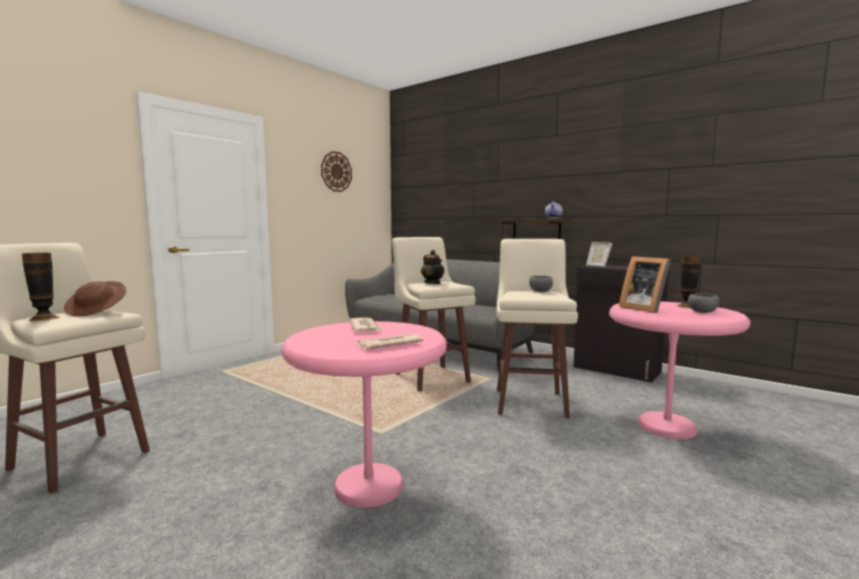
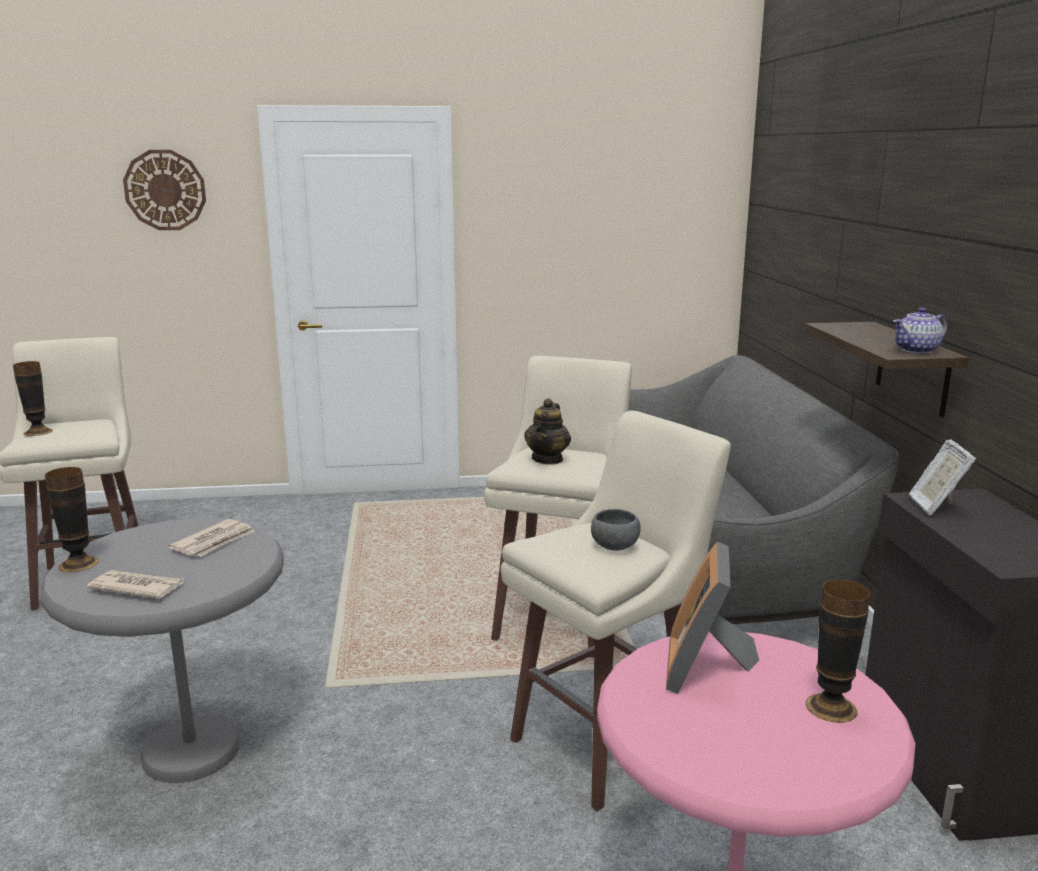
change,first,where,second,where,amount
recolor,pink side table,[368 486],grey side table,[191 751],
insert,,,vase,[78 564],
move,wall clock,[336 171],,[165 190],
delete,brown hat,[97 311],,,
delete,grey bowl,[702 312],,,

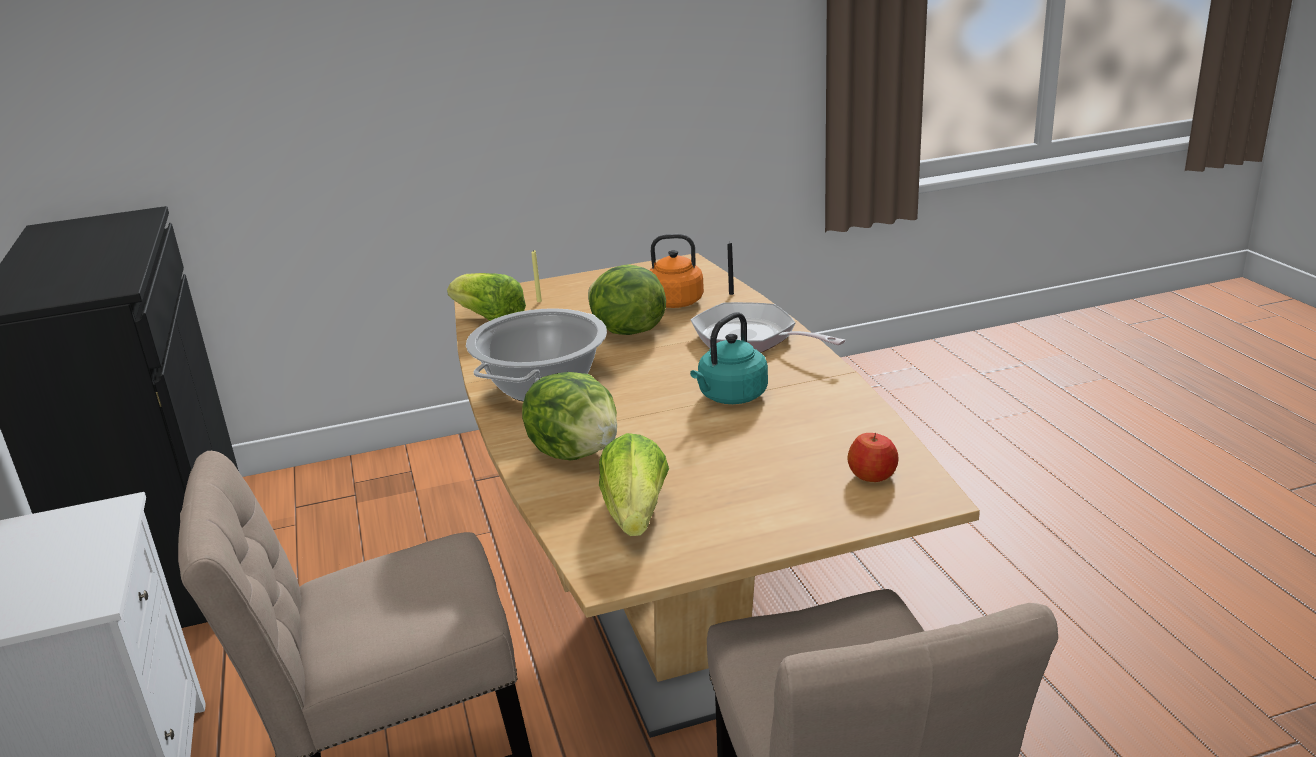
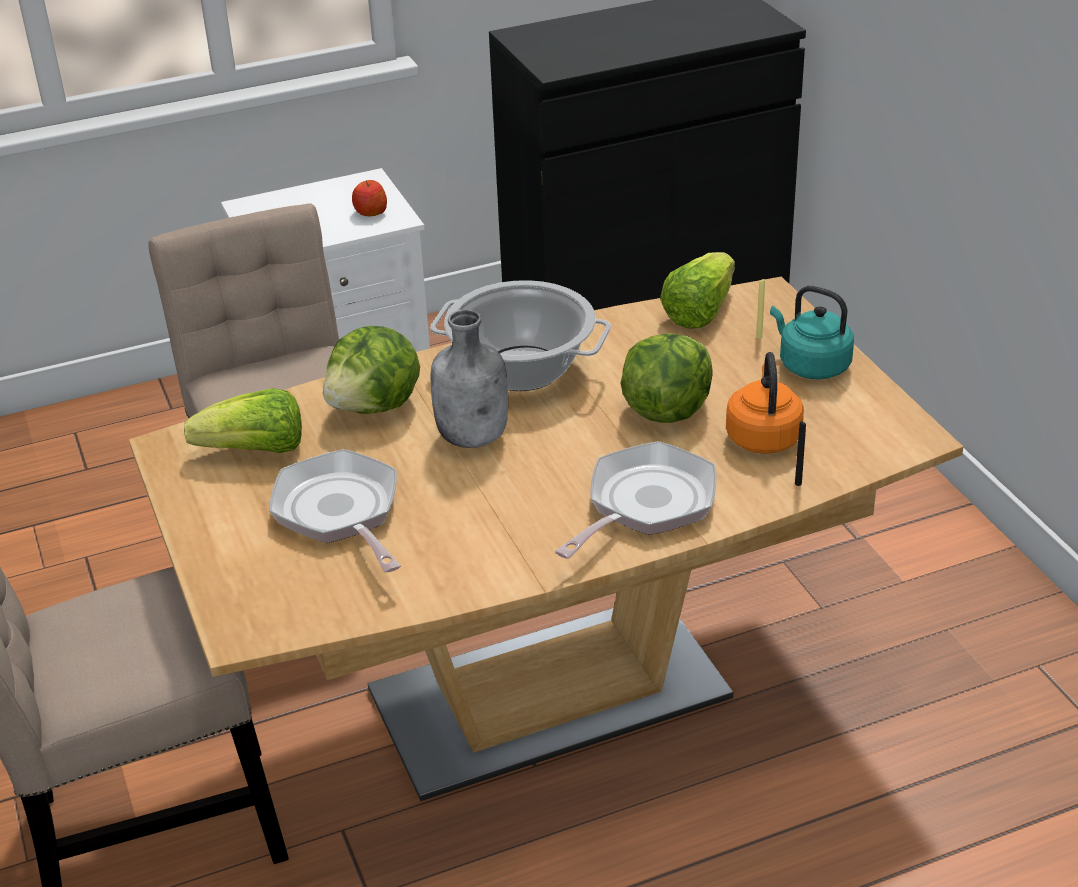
change,first,where,second,where,amount
insert,,,frying pan,[340 514],
move,apple,[873 475],,[370 212],
insert,,,grey bottle,[474 437],
move,turquoise kettle,[730 397],,[810 365],

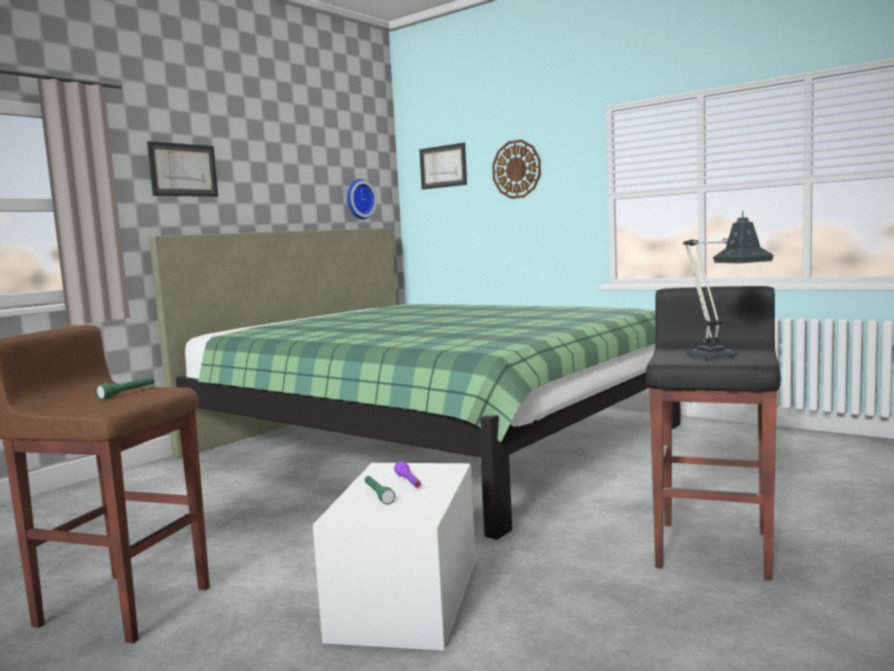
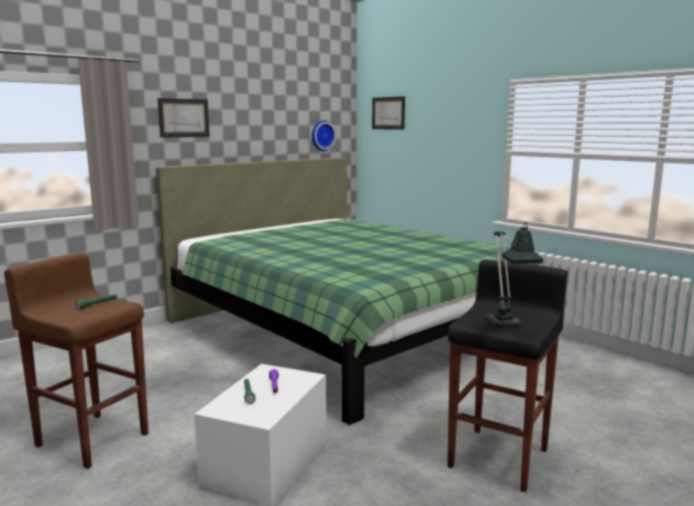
change,first,where,second,where,amount
delete,wall clock,[516 169],,,

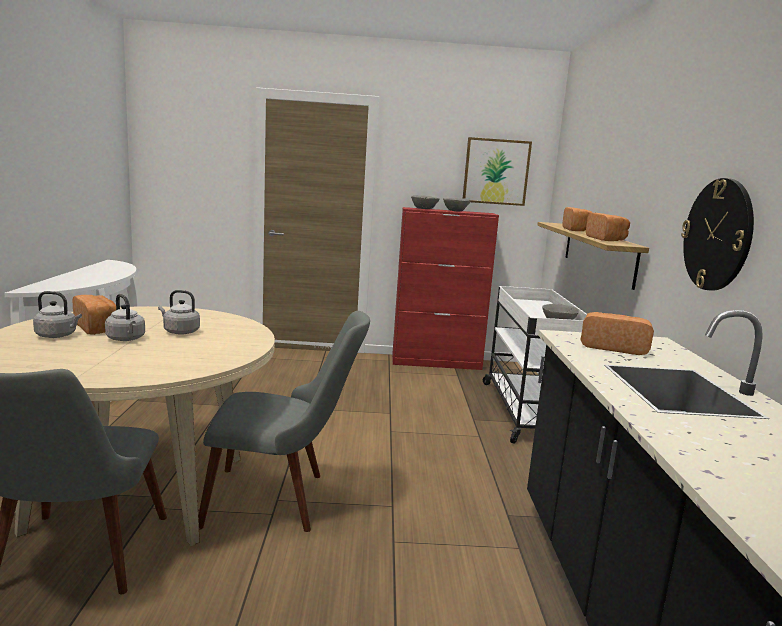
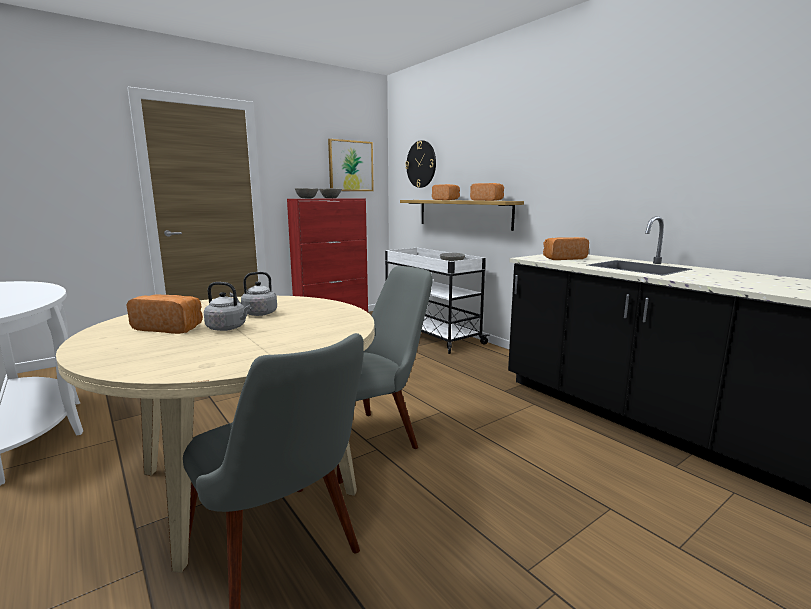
change,first,where,second,where,amount
move,wall clock,[717 235],,[421 164],
delete,grey kettle,[58 335],,,

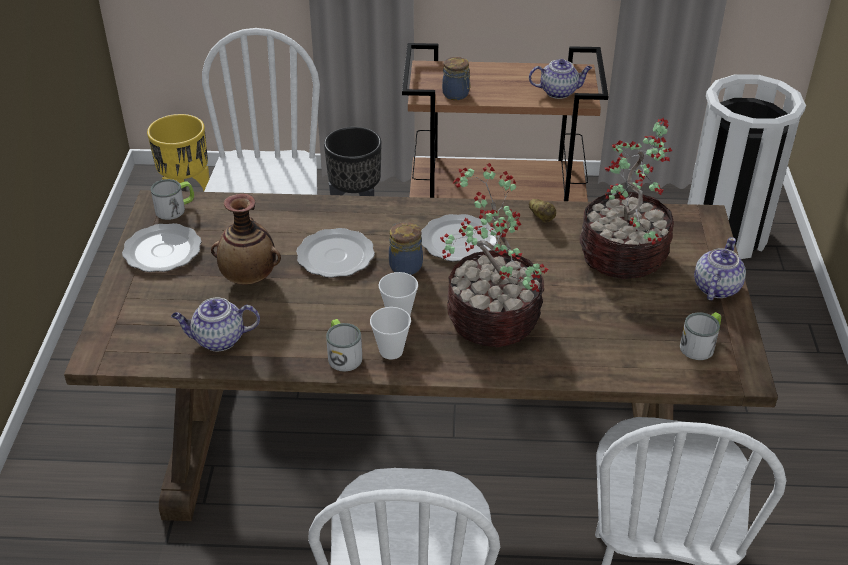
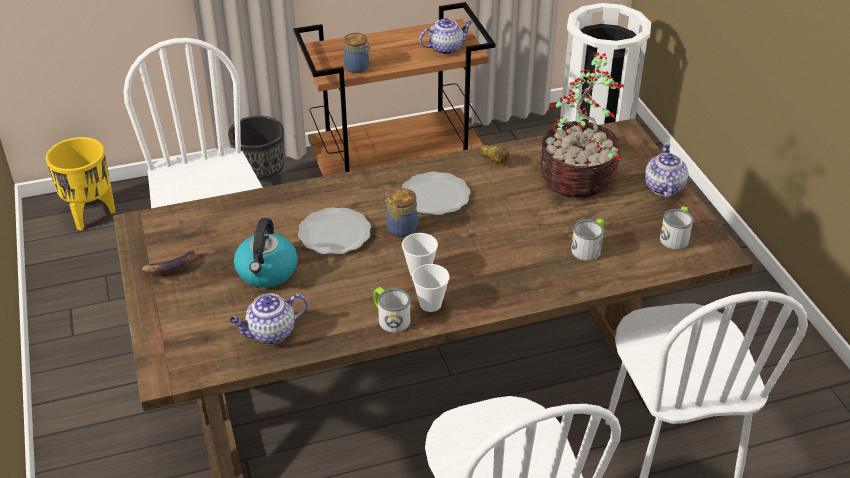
change,first,where,second,where,amount
replace,plate,[161 251],banana,[169 267],
replace,vase,[249 278],kettle,[267 271],
move,mug,[175 209],,[589 248],
delete,potted plant,[491 317],,,

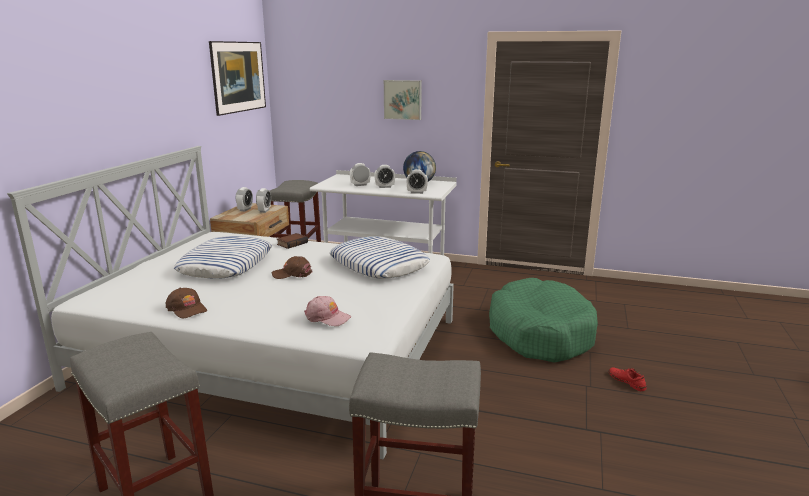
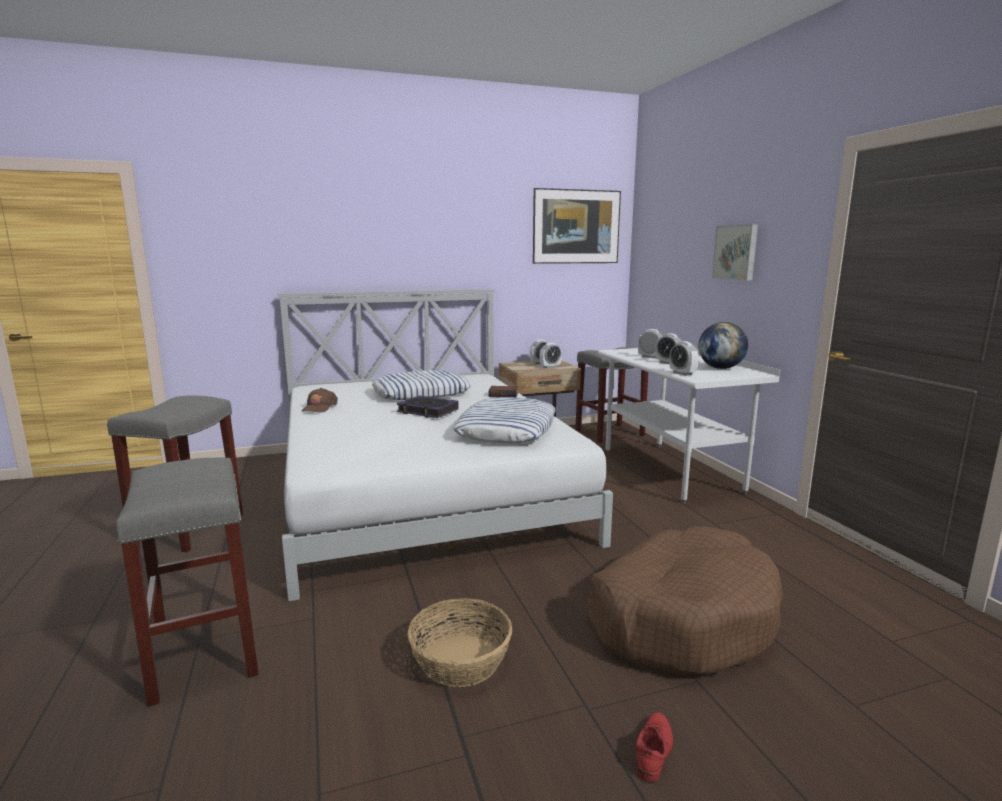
change,first,where,second,where,amount
replace,brown cap,[292 274],book,[428 411],
insert,,,basket,[461 660],
recolor,green dog bed,[540 333],brown dog bed,[681 617],
delete,pink cap,[327 317],,,

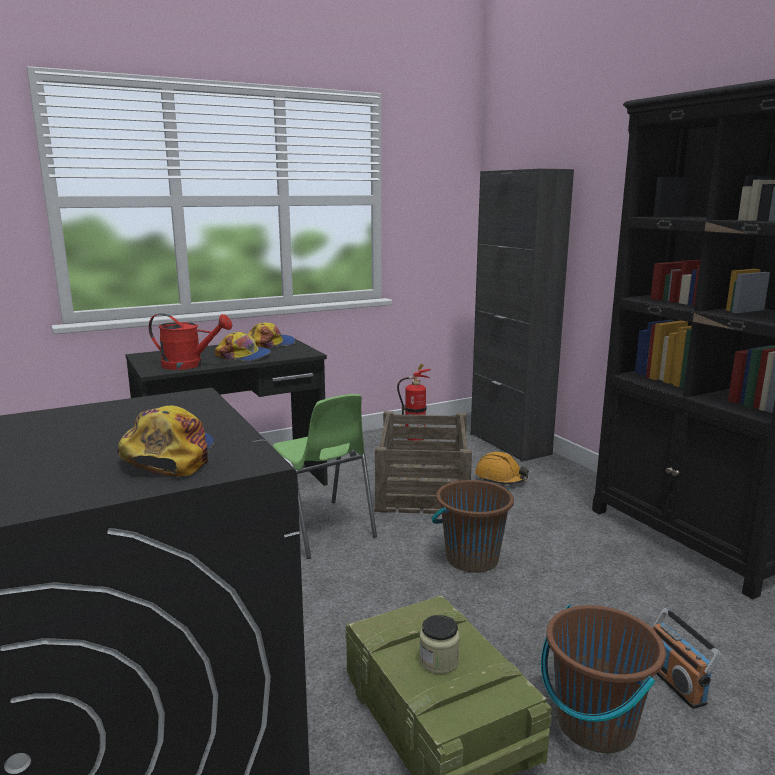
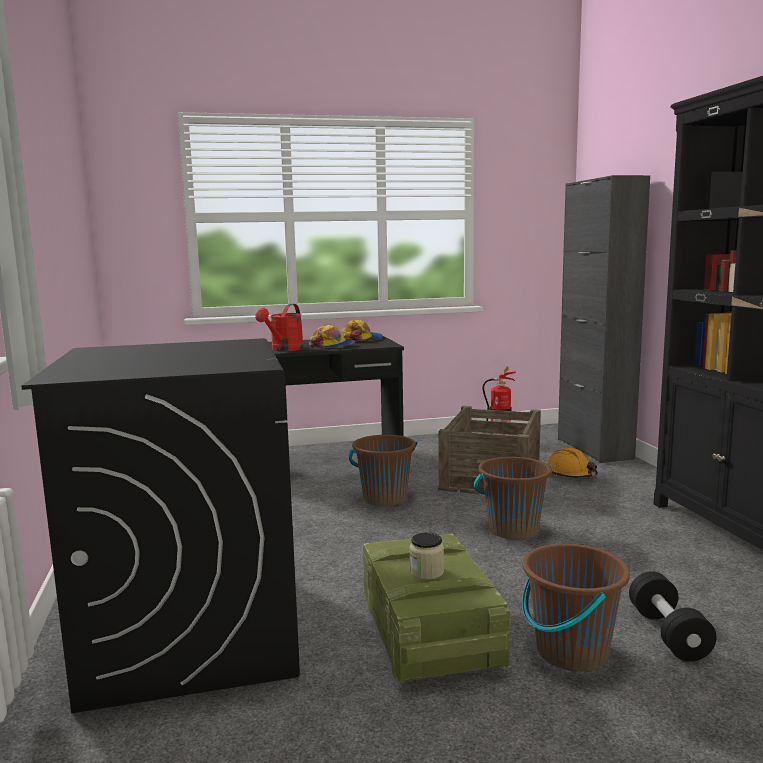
change,first,where,second,where,amount
rotate,red watering can,[189 365],,[284 350],90 degrees clockwise
replace,green chair,[321 529],brown bucket,[384 498],
replace,radio,[675 683],black dumbbell,[668 634],
delete,cap,[169 455],,,

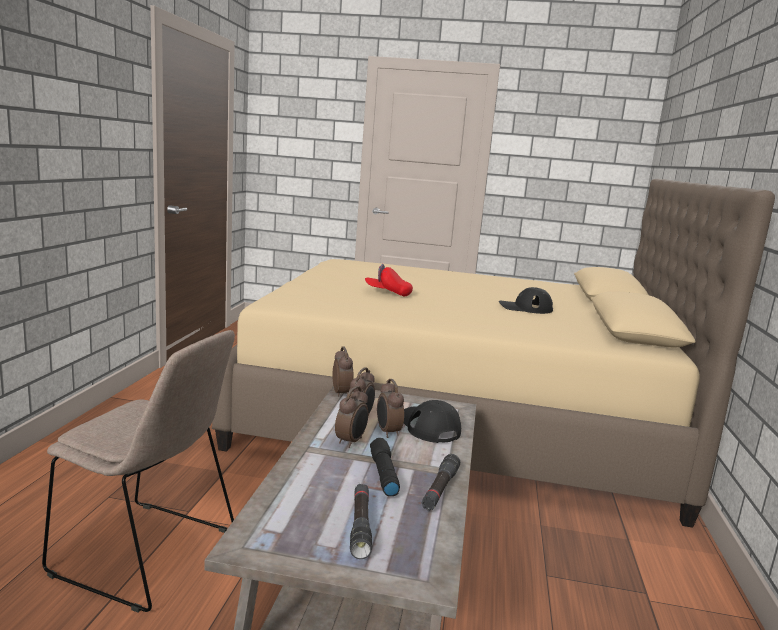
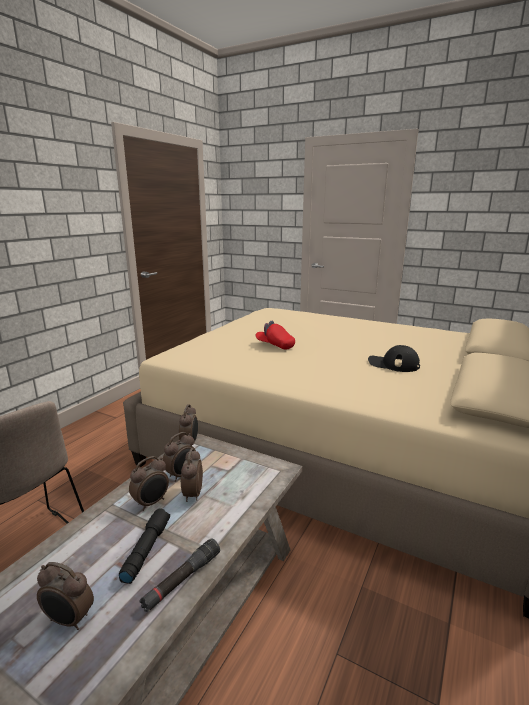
change,first,where,second,where,amount
replace,black flashlight,[360 526],alarm clock,[69 620],
delete,black cap,[428 426],,,

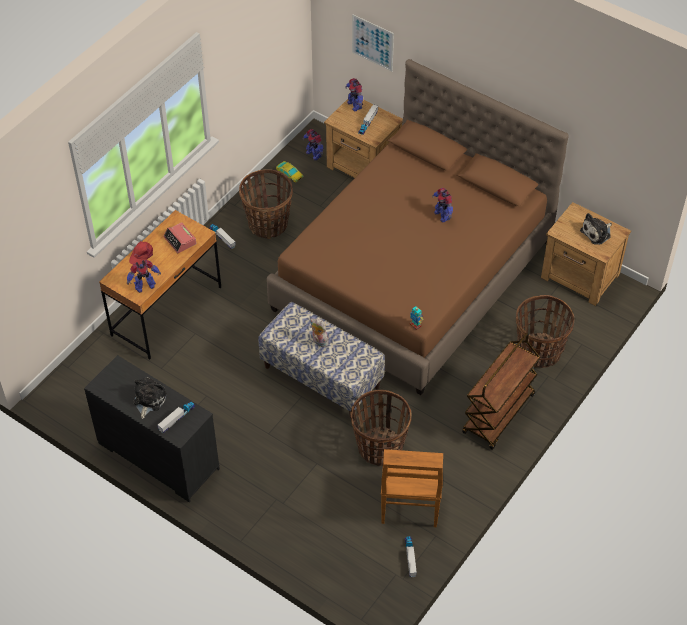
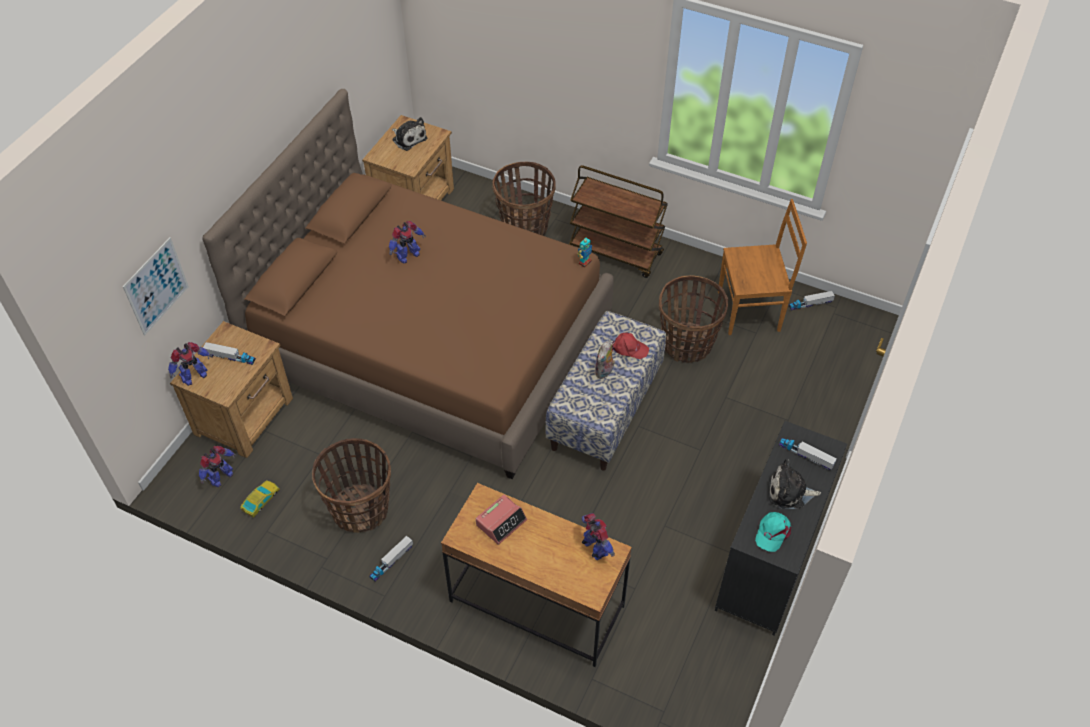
change,first,where,second,where,amount
move,red cap,[141 255],,[629 348],
insert,,,turquoise cap,[772 532],

